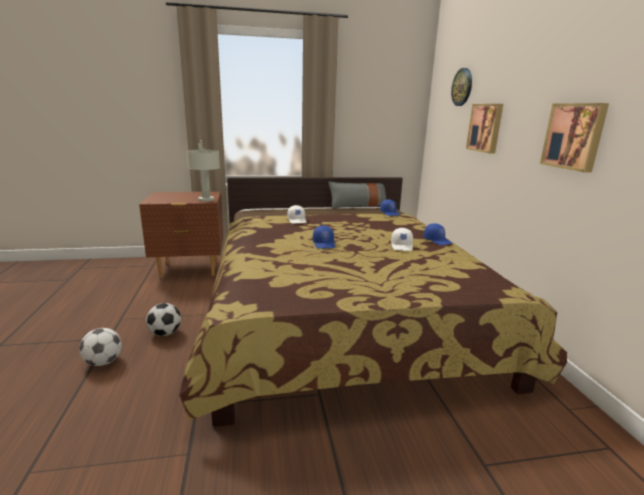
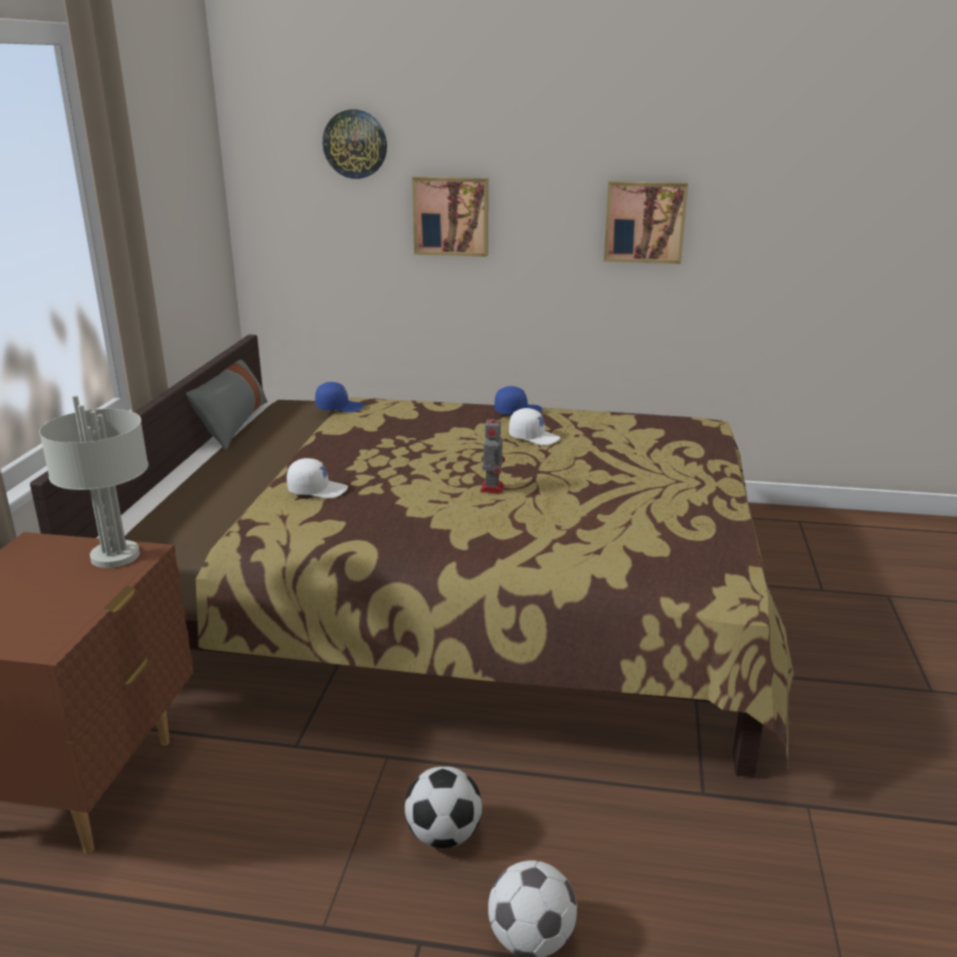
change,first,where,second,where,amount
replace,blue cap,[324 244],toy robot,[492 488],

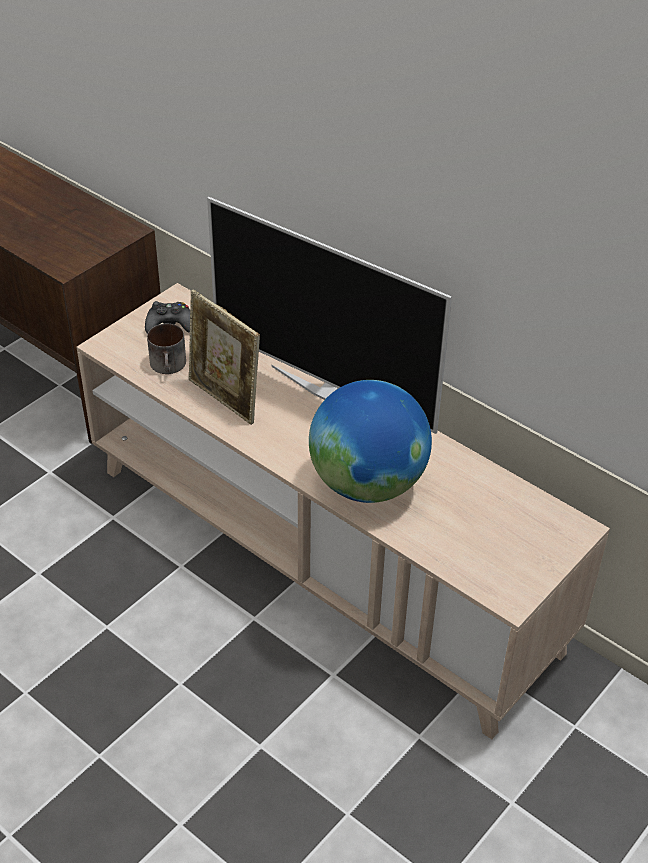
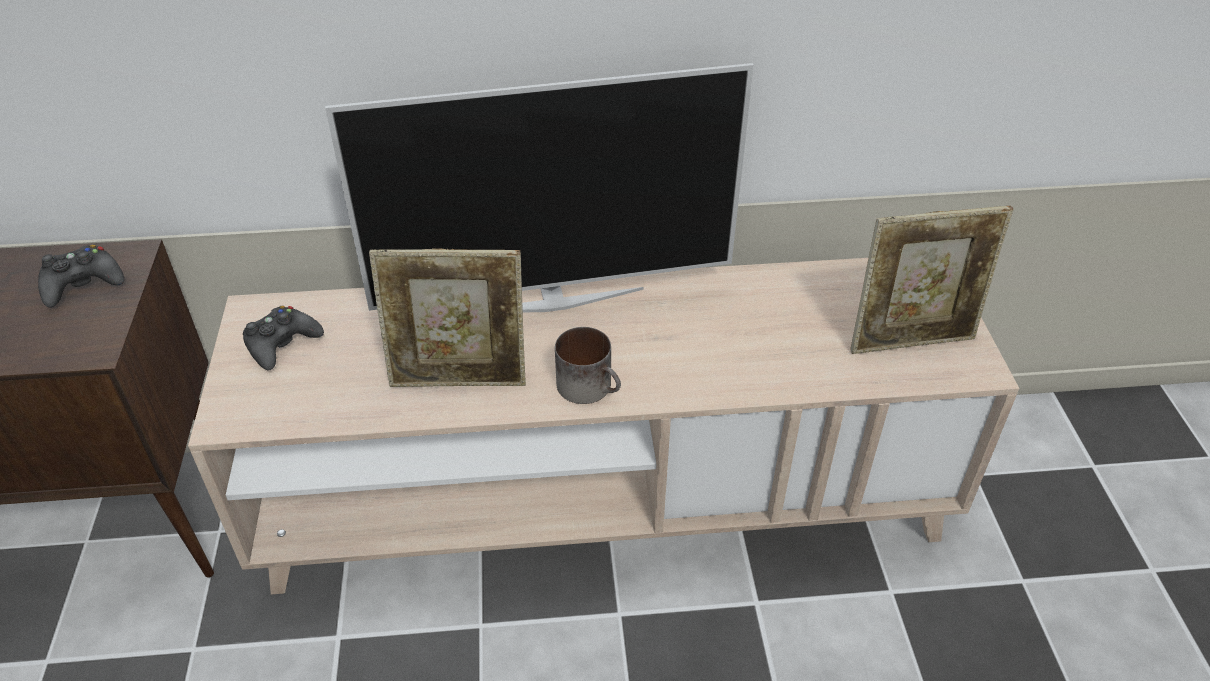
change,first,where,second,where,amount
insert,,,black game controller,[82 284],
move,mug,[169 366],,[591 386],
insert,,,picture frame,[911 341],
delete,globe,[367 484],,,

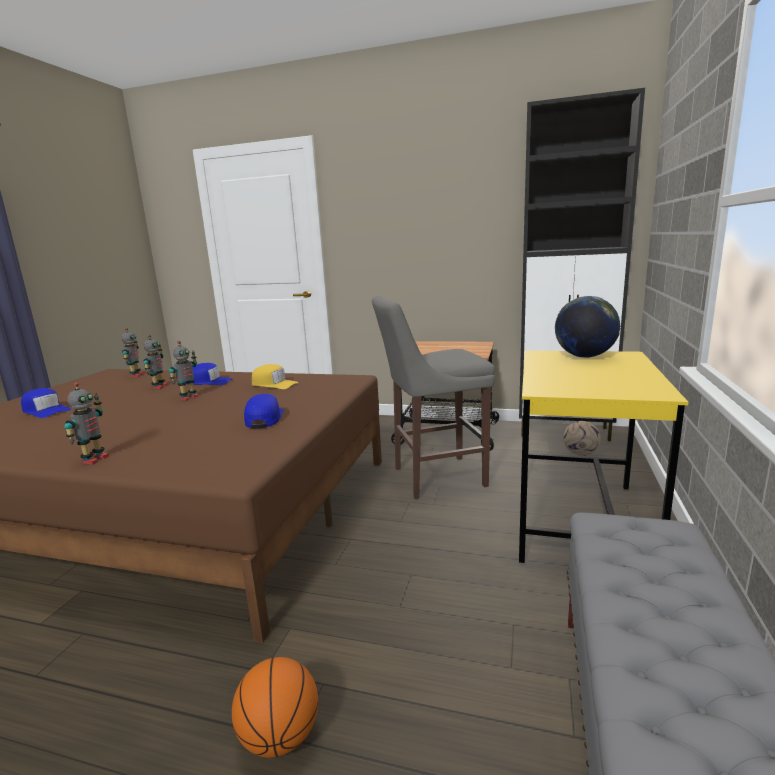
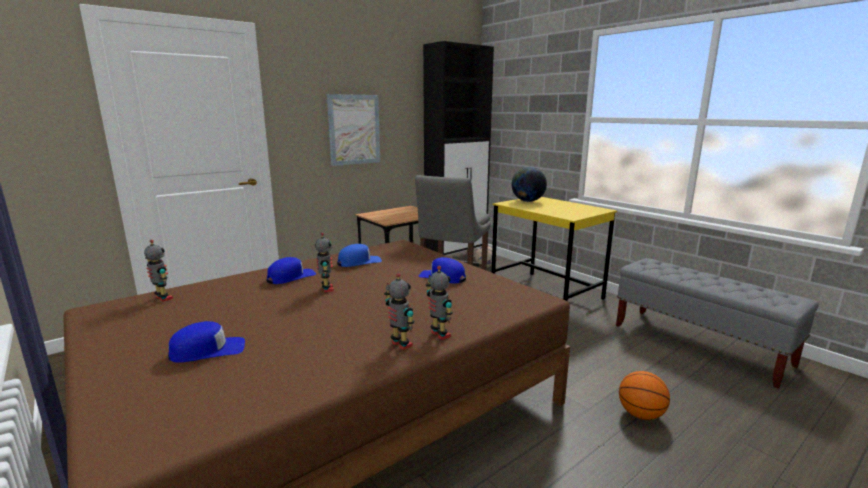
change,first,where,second,where,amount
insert,,,picture,[354 129],
recolor,yellow cap,[274 384],blue cap,[359 262],
move,toy robot,[159 386],,[400 345],

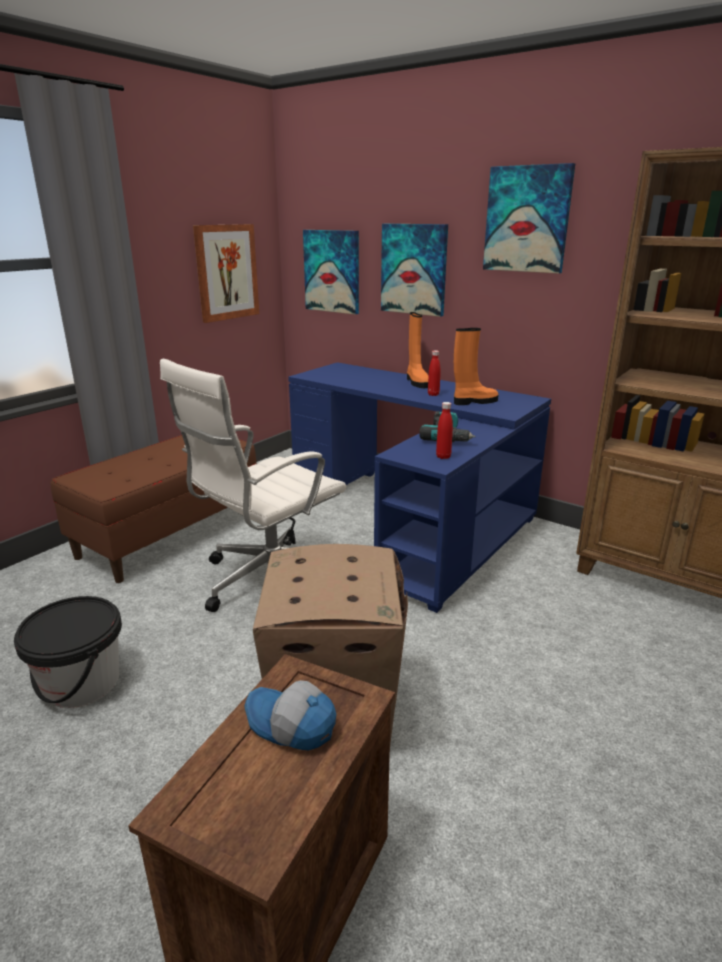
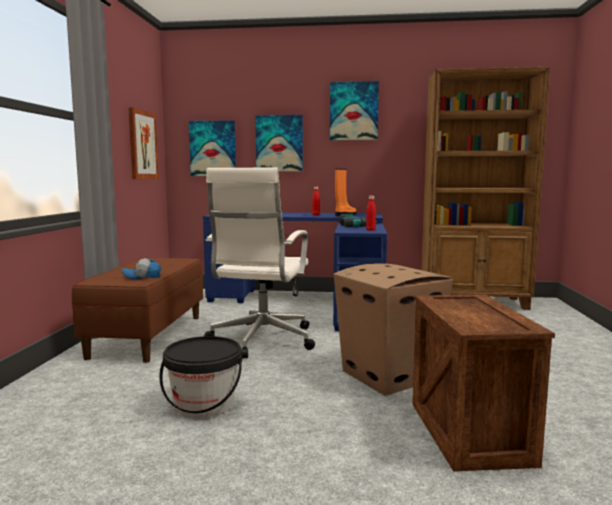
change,first,where,second,where,amount
move,cap,[290 725],,[142 277],
delete,orange boot,[417 382],,,

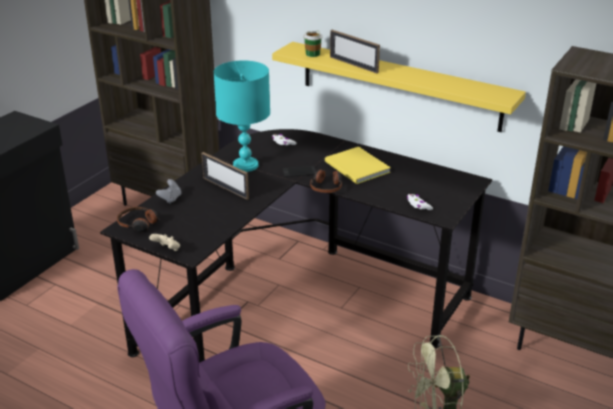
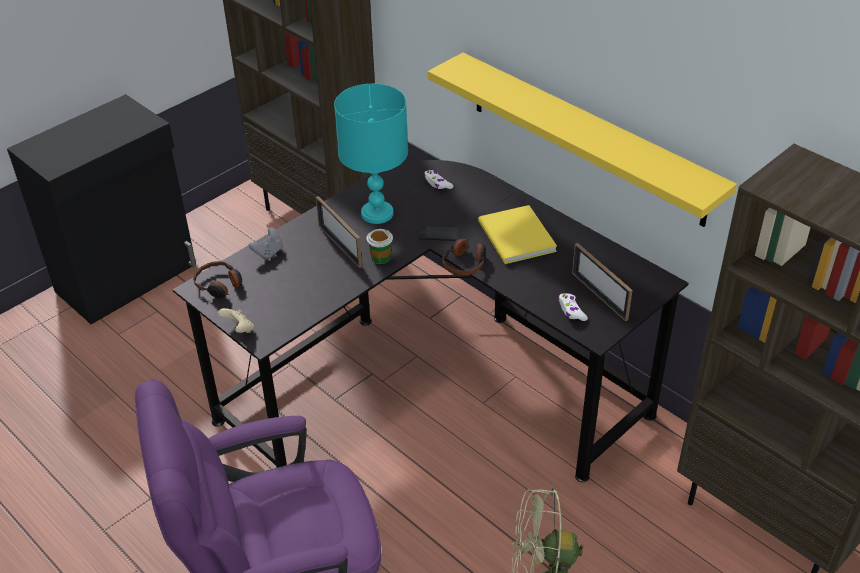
change,first,where,second,where,amount
move,cup,[312 54],,[380 258],
move,picture frame,[353 64],,[599 296],

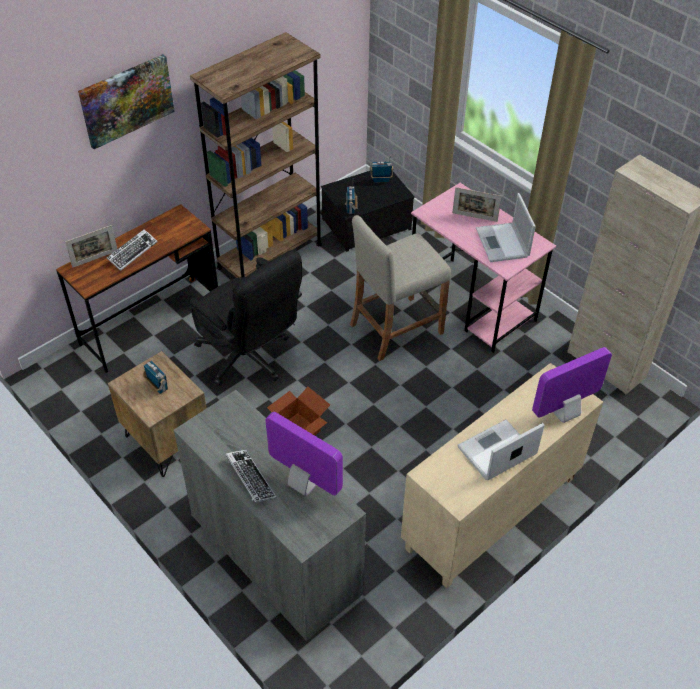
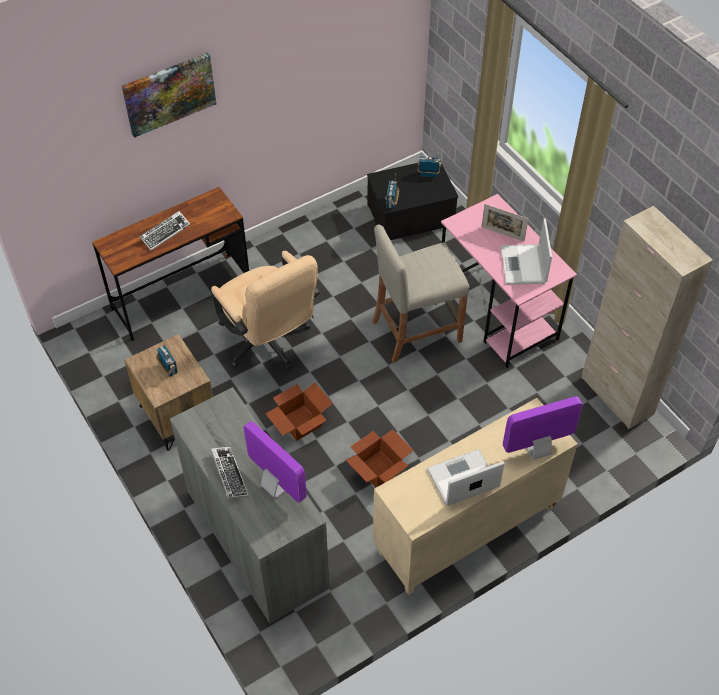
change,first,where,second,where,amount
recolor,black office chair,[250 359],beige office chair,[269 344],
insert,,,cardboard box,[380 469],
delete,picture frame,[95 259],,,
delete,brown bookcase,[269 255],,,

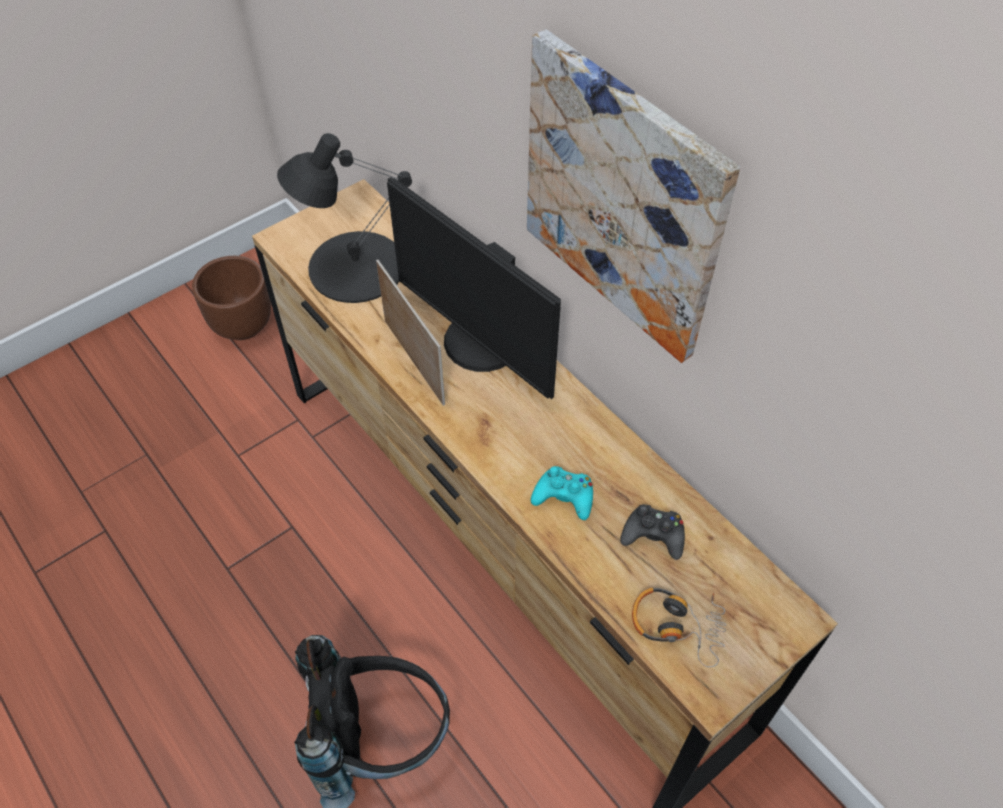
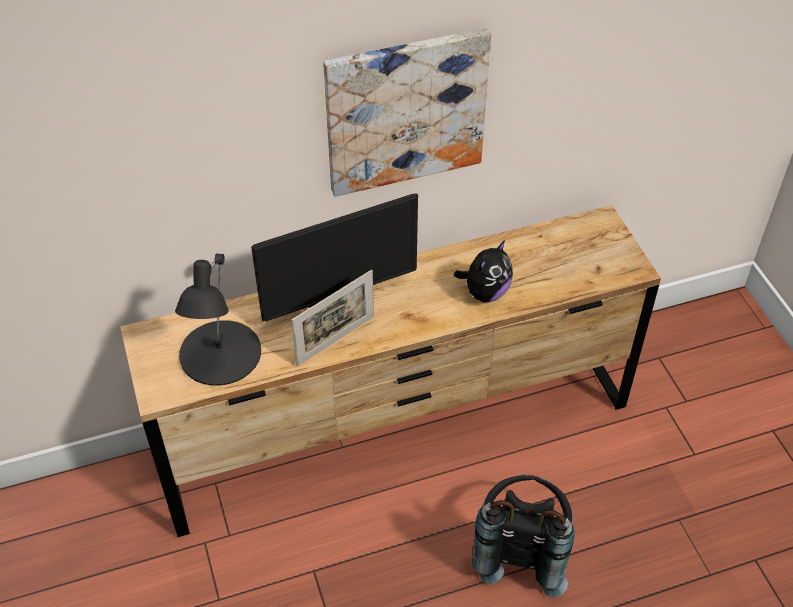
change,first,where,second,where,amount
rotate,picture frame,[414 361],,[335 340],150 degrees clockwise
replace,turquoise game controller,[564 496],plush toy,[485 292],
delete,brown planter,[243 327],,,
delete,black game controller,[653 535],,,
delete,headphones,[677 625],,,

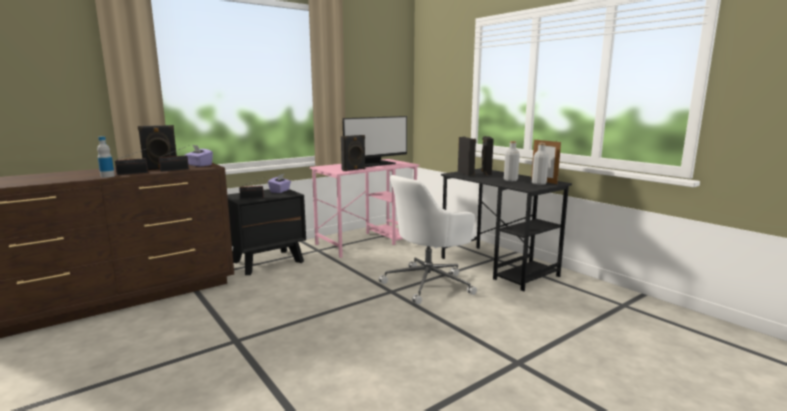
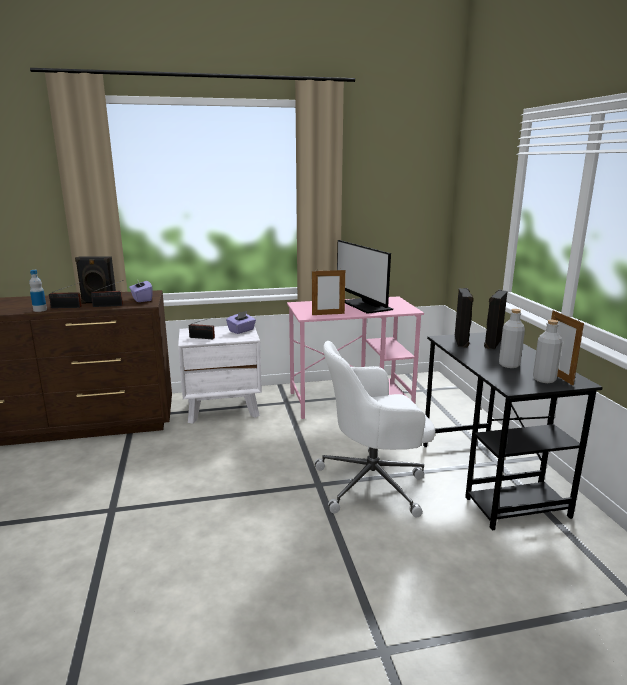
change,first,where,second,where,amount
recolor,black nightstand,[267 261],white nightstand,[223 408],
replace,black speaker,[354 169],picture frame,[328 314],
rotate,monitor,[373 164],,[365 306],75 degrees clockwise

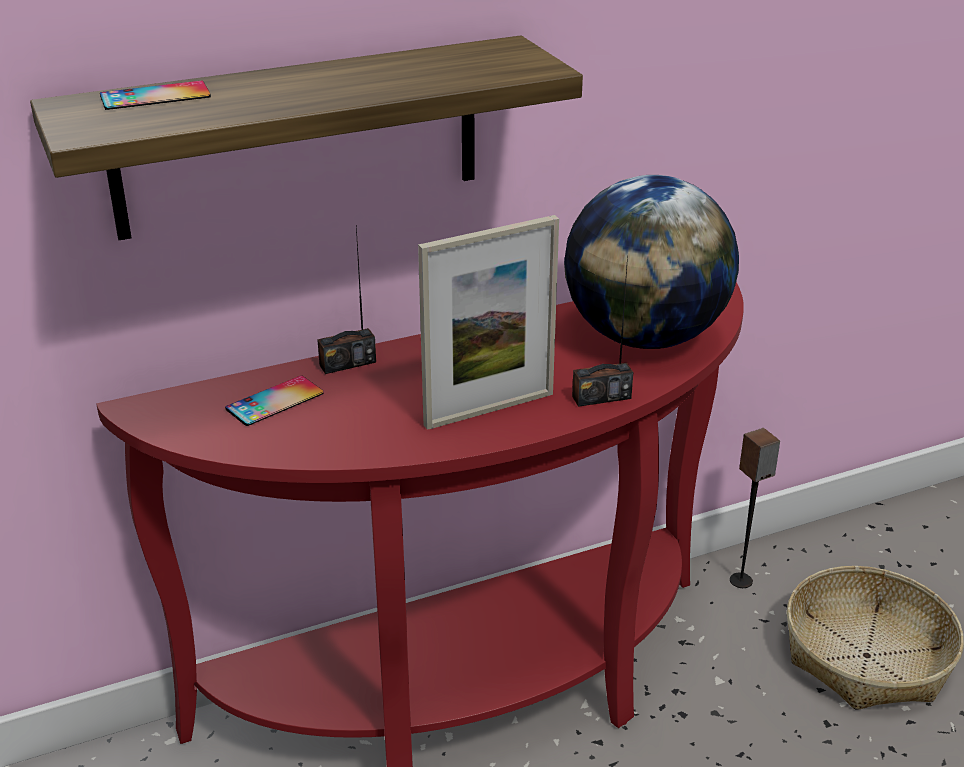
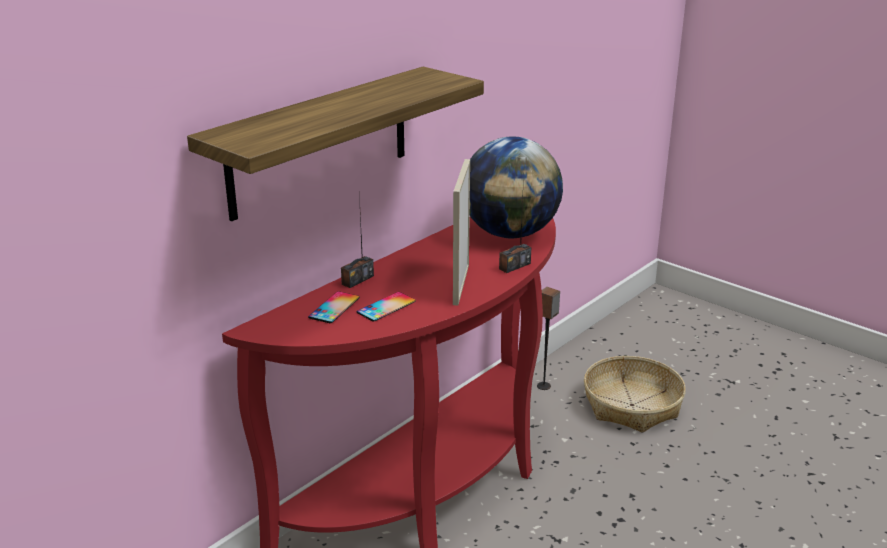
change,first,where,second,where,amount
move,phone,[155 96],,[386 307],
rotate,picture frame,[489 409],,[461 285],150 degrees clockwise

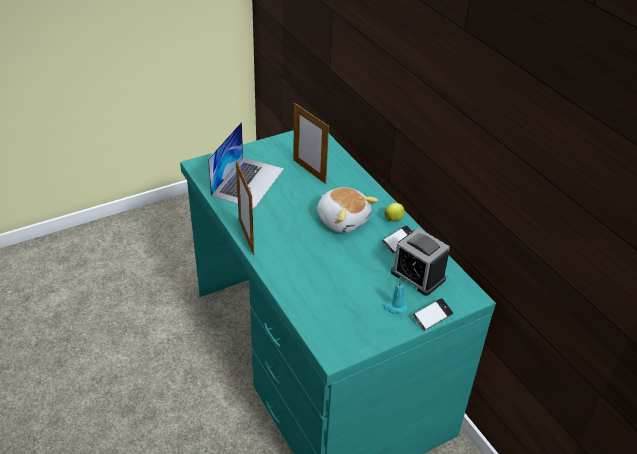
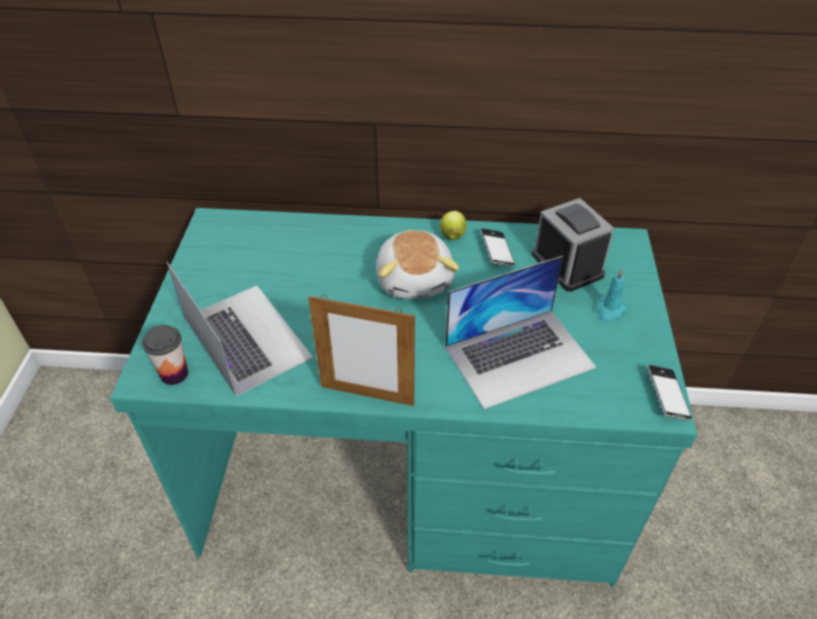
change,first,where,second,where,amount
insert,,,cup,[174 374],
rotate,plush toy,[343 219],,[415 279],90 degrees clockwise
insert,,,laptop,[519 356],
rotate,alarm clock,[418 276],,[567 265],105 degrees counterclockwise
move,phone,[432 317],,[667 396],
delete,picture frame,[309 171],,,

